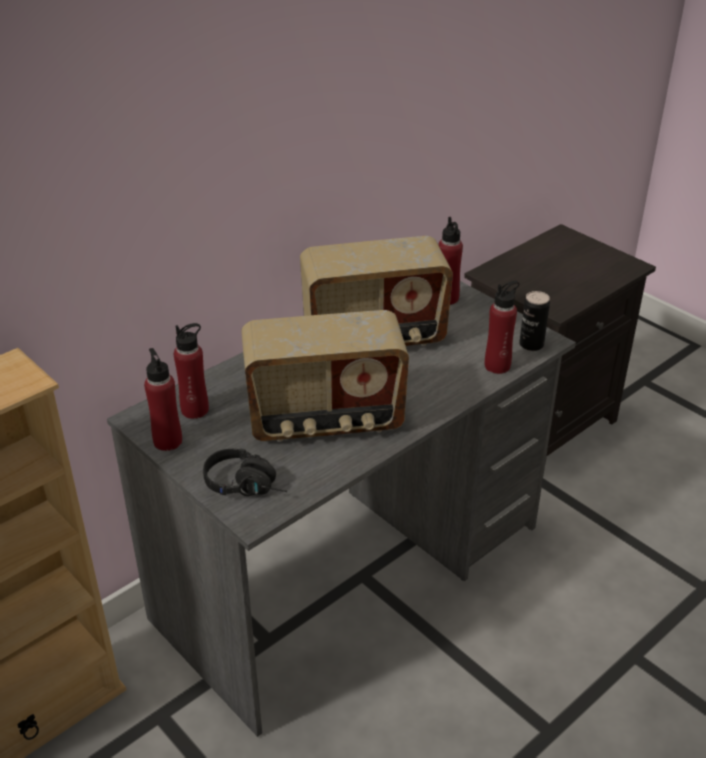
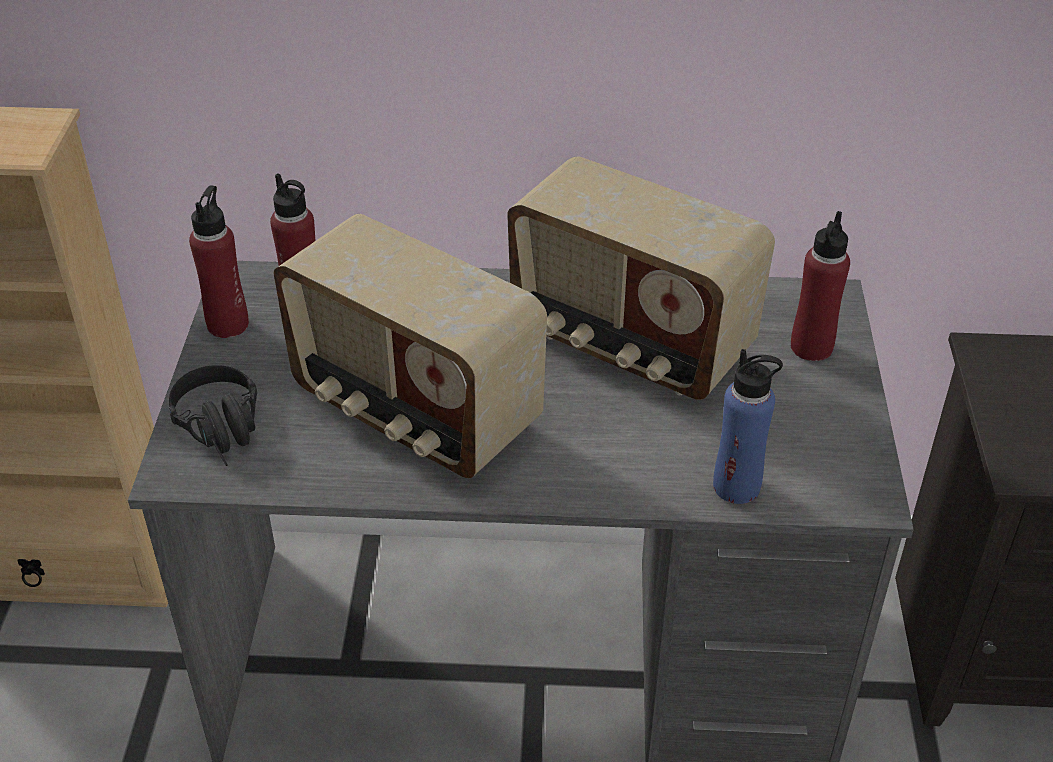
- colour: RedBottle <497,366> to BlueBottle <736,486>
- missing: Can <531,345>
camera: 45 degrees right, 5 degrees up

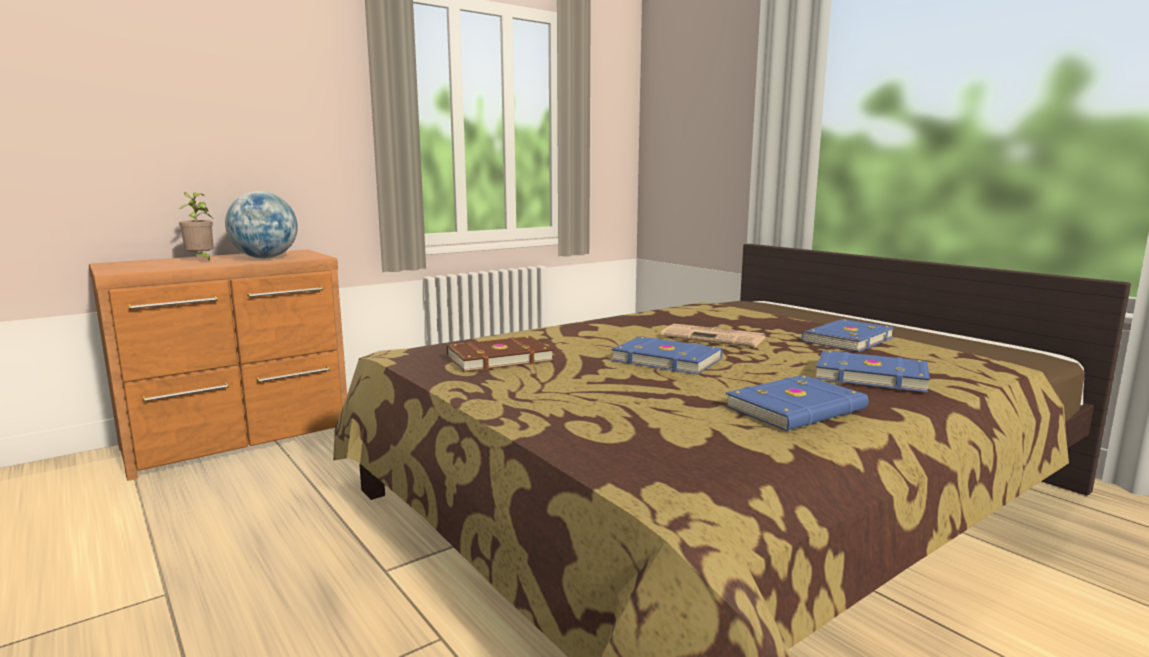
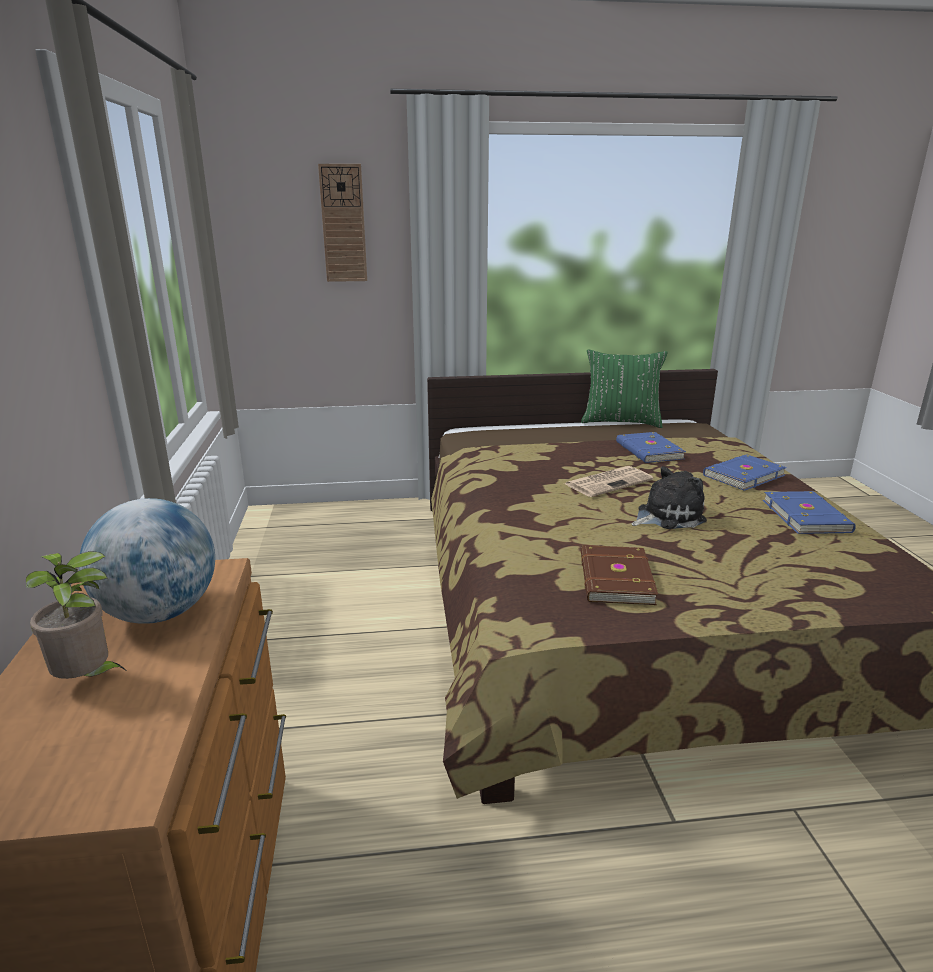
- appeared: WallClock <343,224>
- appeared: GreenPillow <620,422>
- exchanged: BlueBook <666,359> to PlushToy <666,516>
camera: 60 degrees left, 10 degrees up

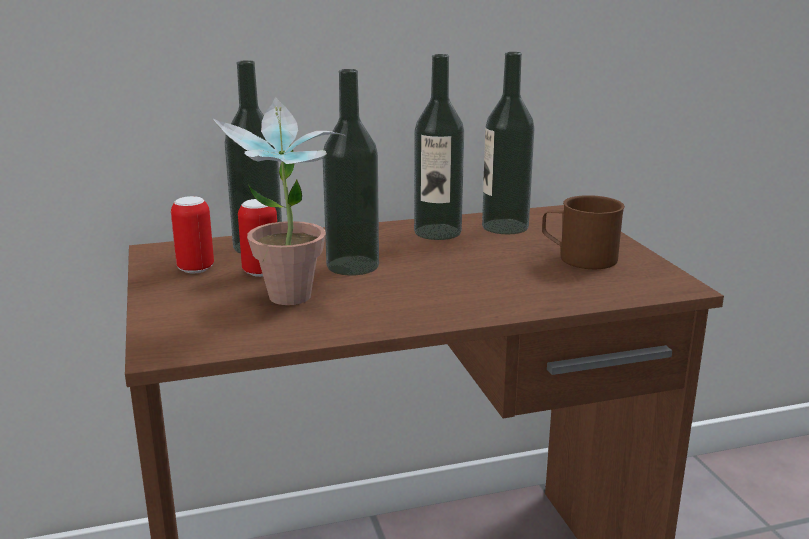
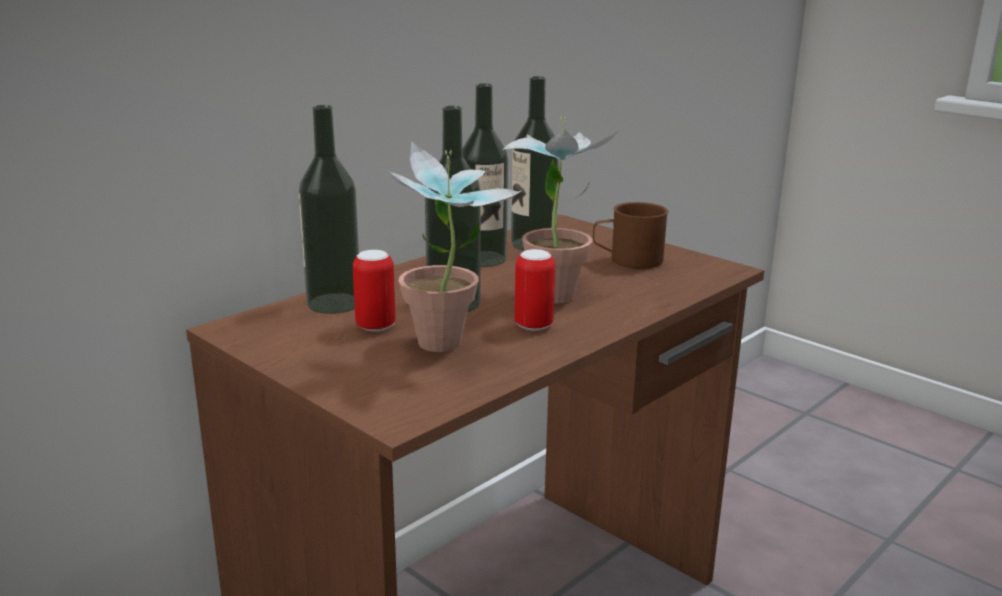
- appeared: PottedPlant <555,290>
- relocated: Can <195,268> to <533,325>
camera: 30 degrees left, 0 degrees up

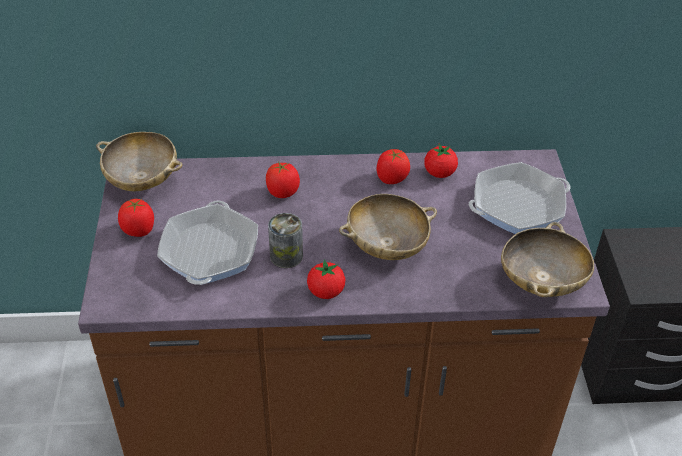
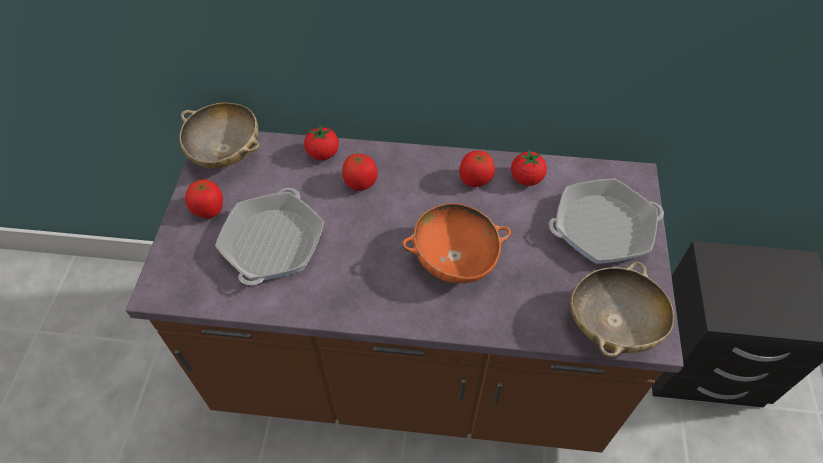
- relocated: Tomato <326,292> to <323,154>
- colour: BeigeBowl <387,245> to OrangeBowl <454,258>
- missing: Can <286,256>
camera: 10 degrees right, 10 degrees up

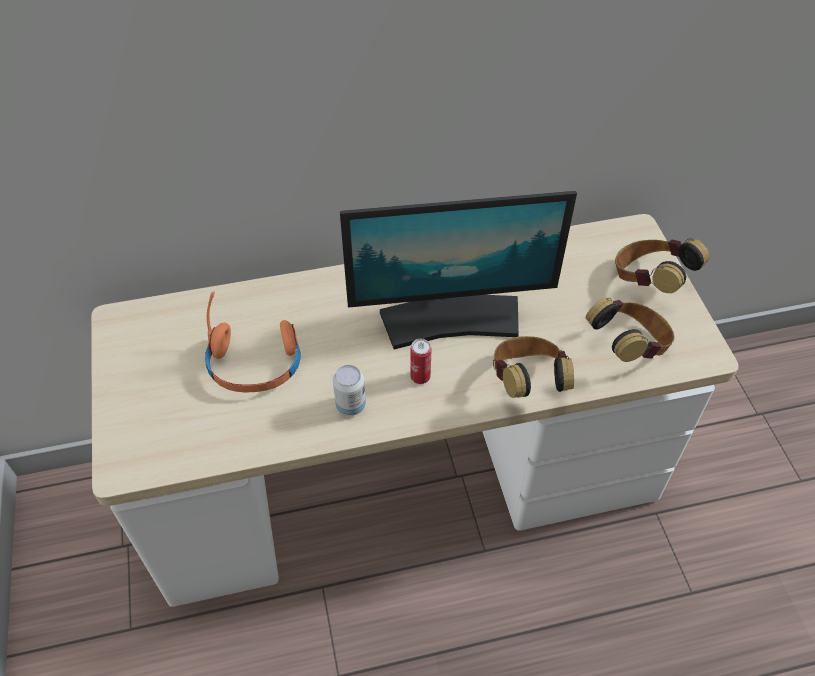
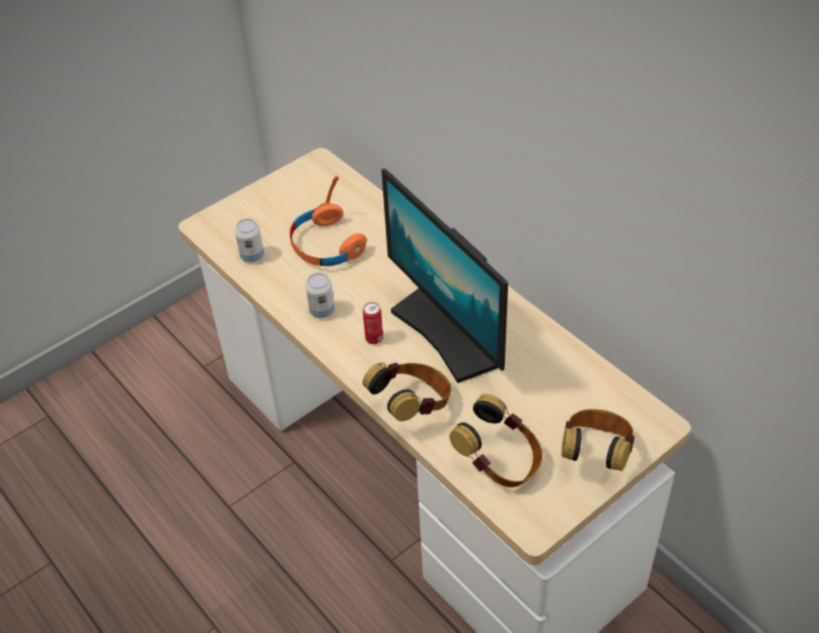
- appeared: Can <252,256>
camera: 65 degrees right, 5 degrees down

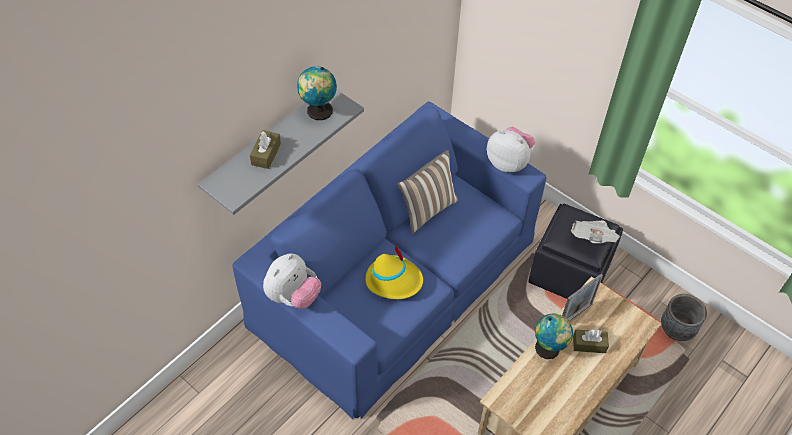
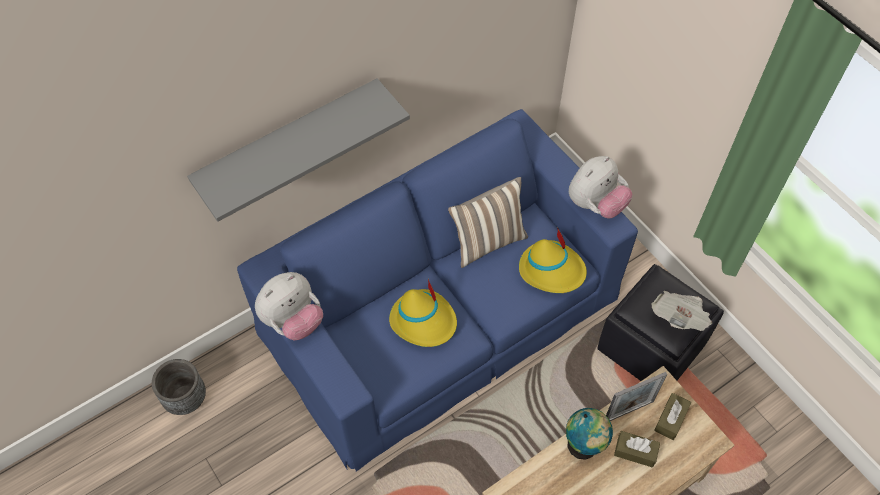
- relocated: GreyPlanter <676,329> to <186,399>
- appeared: YellowHat <552,270>
- spun: PlushToy <509,162> = <595,204> 90 degrees clockwise
- relocated: BrownTissueBox <266,154> to <671,419>
- missing: Globe <318,112>
camera: 15 degrees right, 5 degrees up

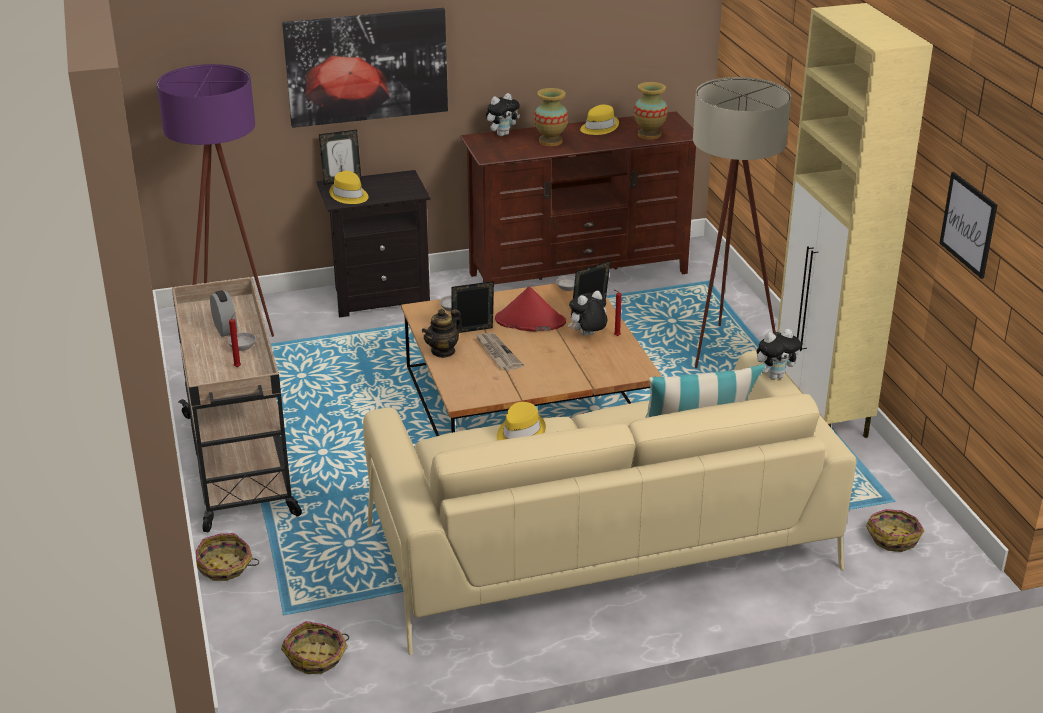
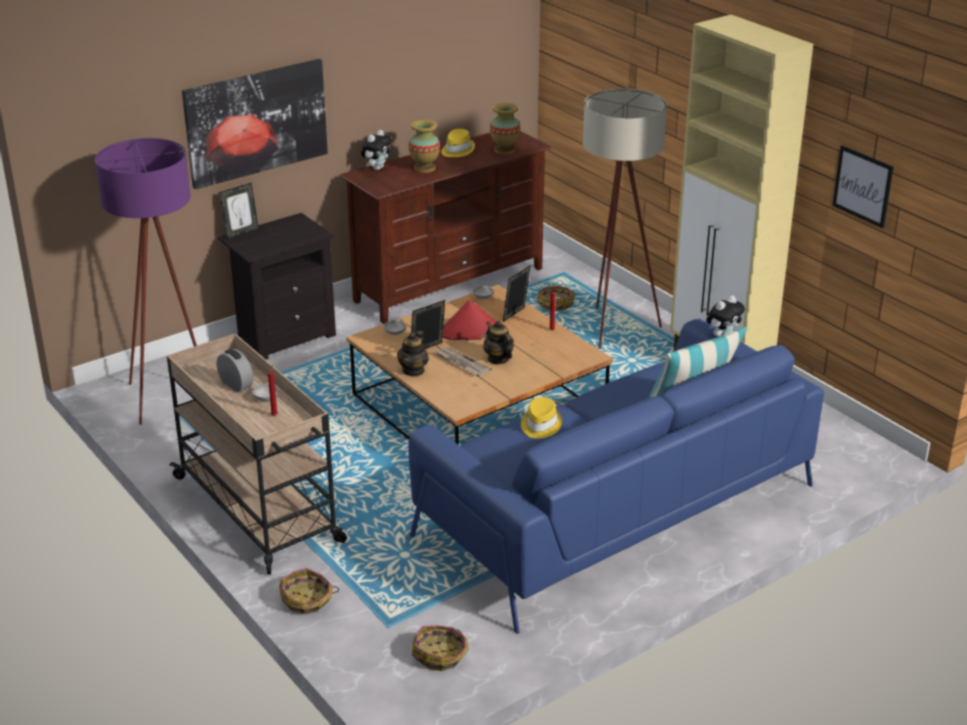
- colour: BeigeSofa <600,546> to BlueSofa <615,510>
- appeared: Teapot <498,359>
- relocated: Basket <893,537> to <555,304>
- missing: YellowHat <349,196>
- missing: PlushToy <587,336>
camera: 20 degrees left, 0 degrees up

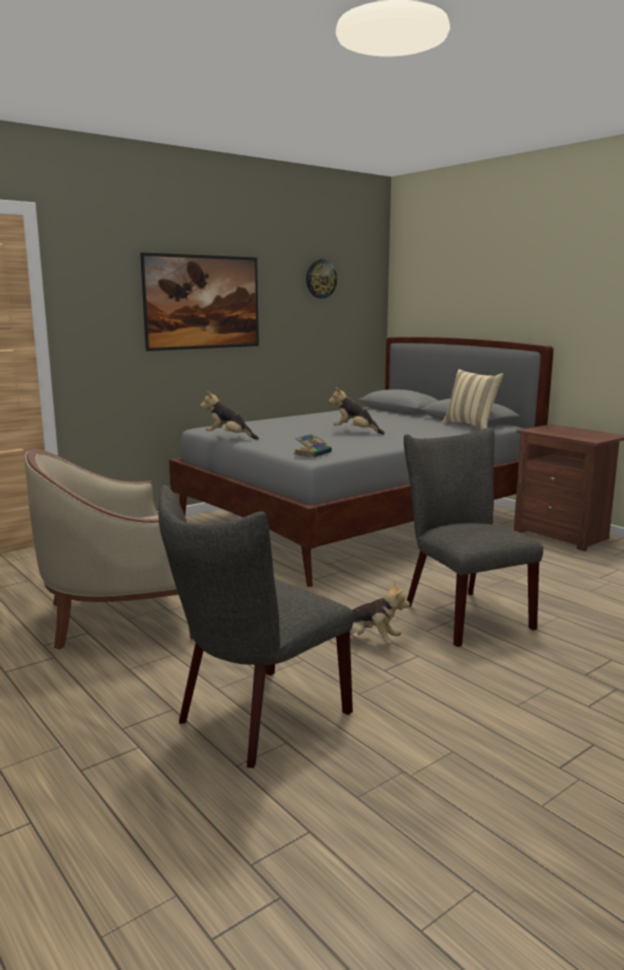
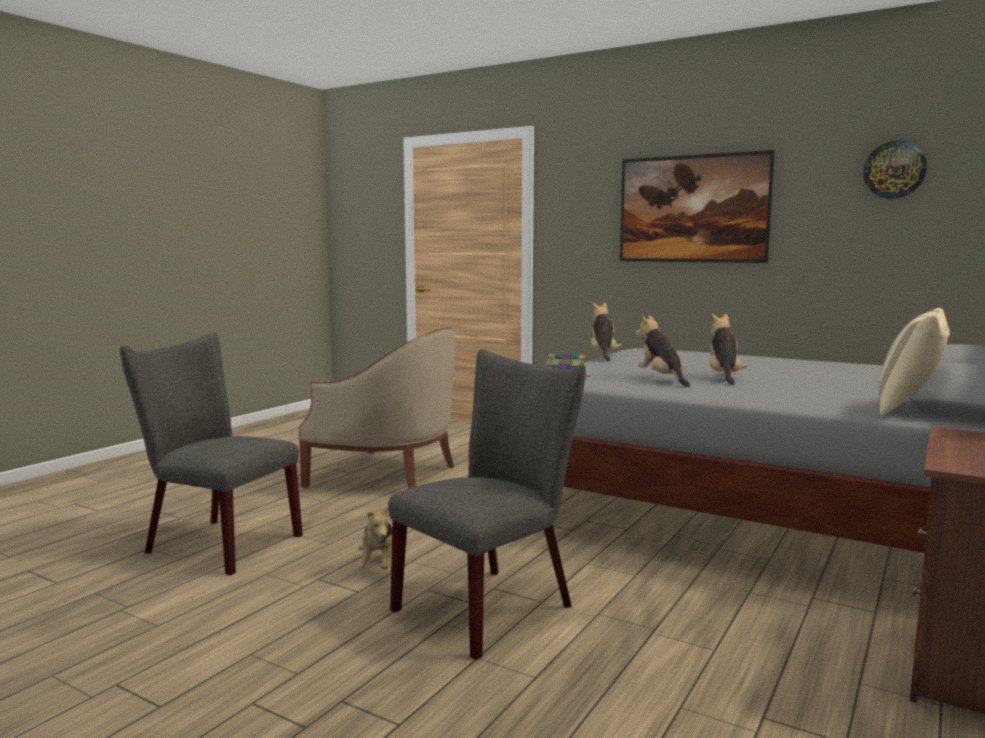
- spun: BeigeArmchair <121,616> = <385,474> 150 degrees clockwise
- appeared: PlushToy <662,379>
camera: 70 degrees right, 5 degrees down

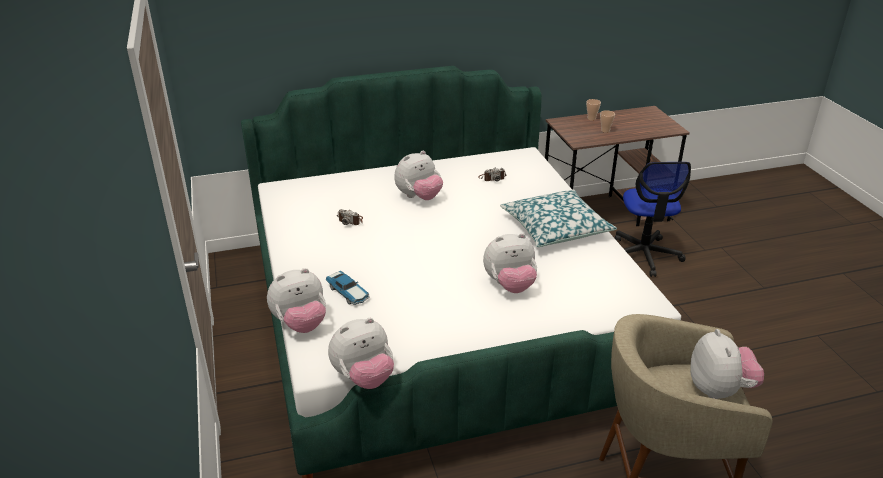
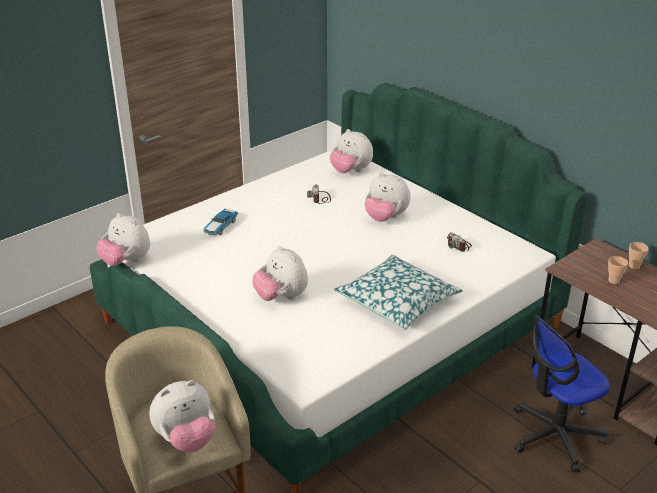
- relocated: PlushToy <301,324> to <351,171>
camera: 65 degrees right, 0 degrees up

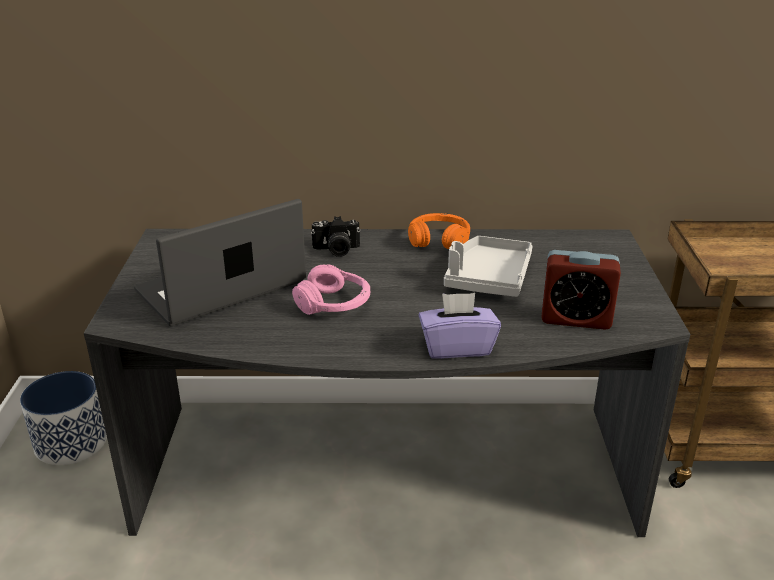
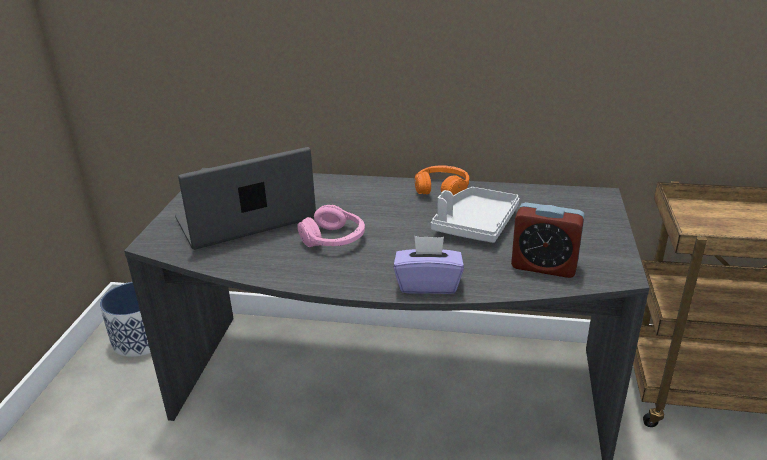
- missing: PhotoCamera <336,250>
camera: 10 degrees right, 0 degrees up

